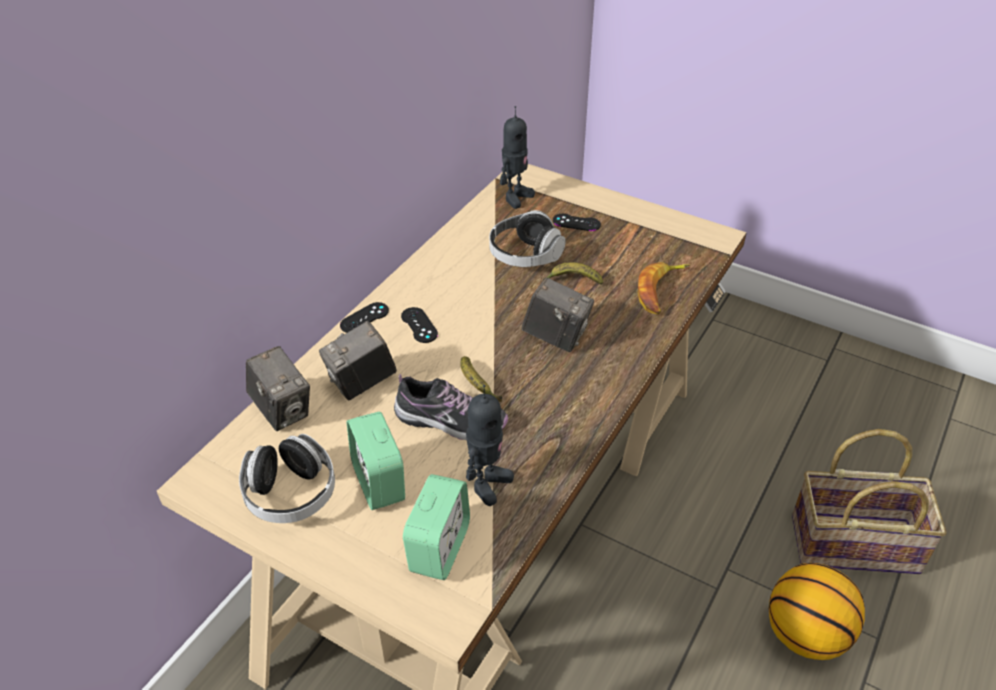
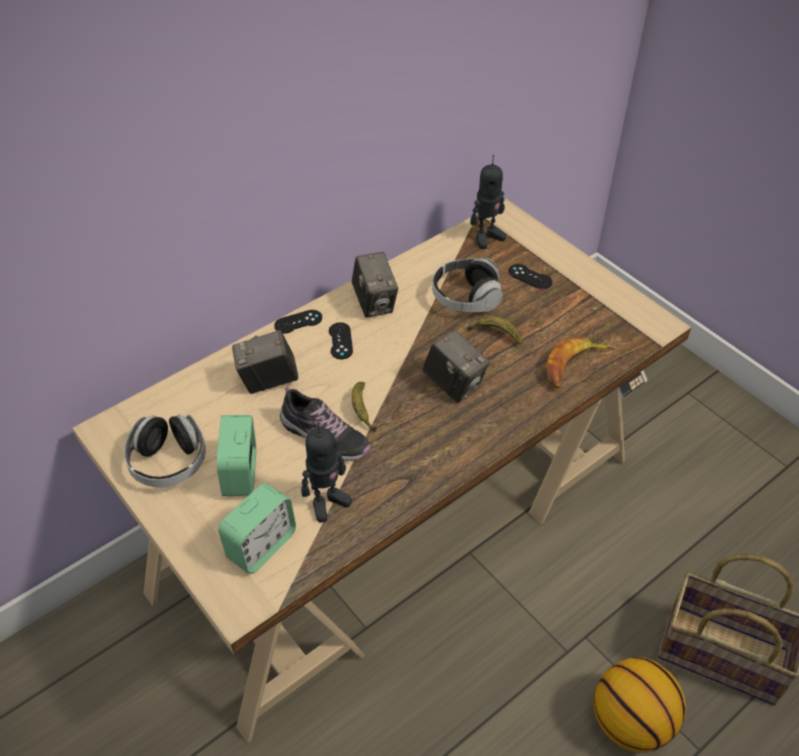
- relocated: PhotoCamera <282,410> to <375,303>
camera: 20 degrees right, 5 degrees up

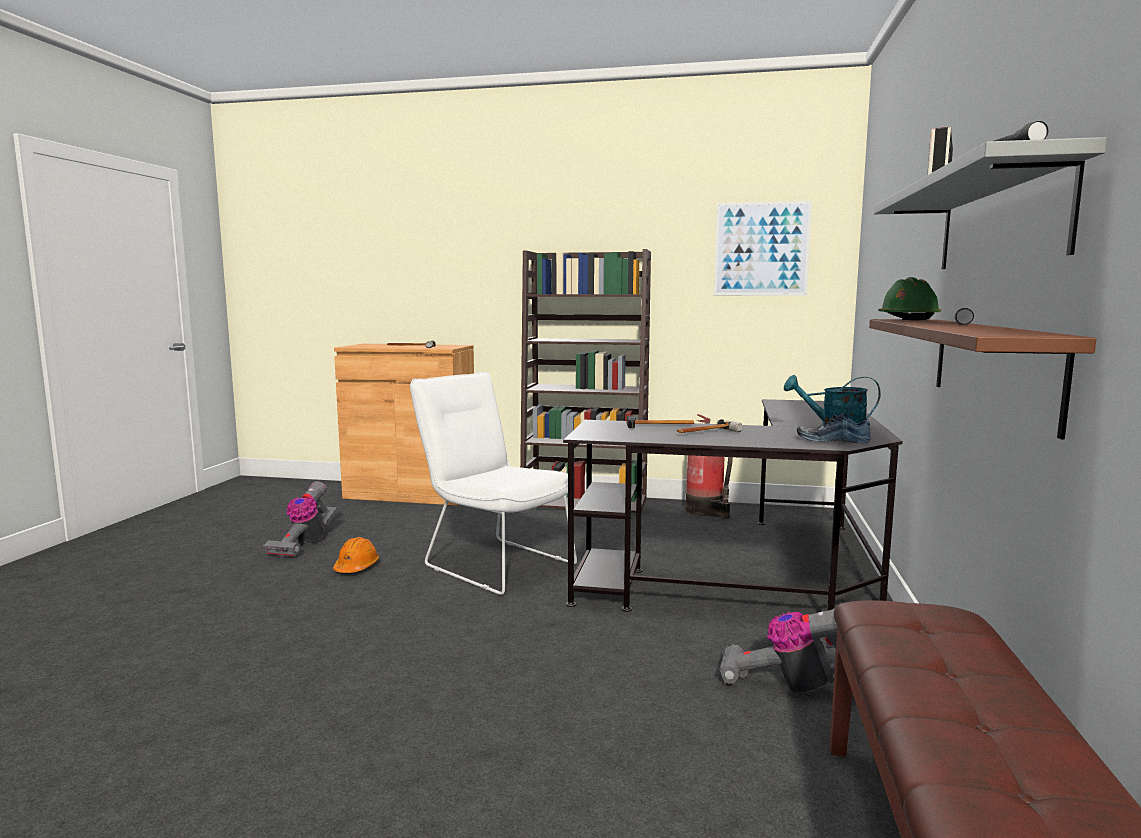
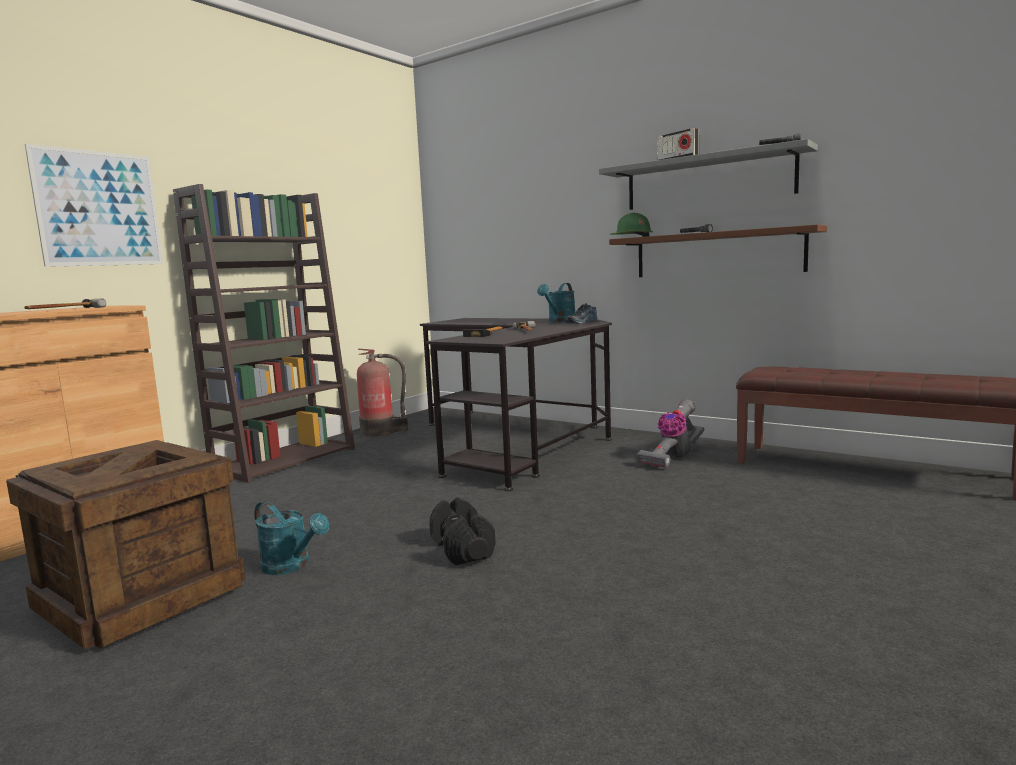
- exchanged: VacuumCleaner <305,544> to Crate <141,597>
- relocated: Picture <761,249> to <99,208>
- exchanged: OrangeHardHat <356,567> to TurquoiseWateringCan <291,566>
- appeared: BlackDumbbell <463,549>
- missing: WhiteChair <493,562>
camera: 65 degrees left, 0 degrees up

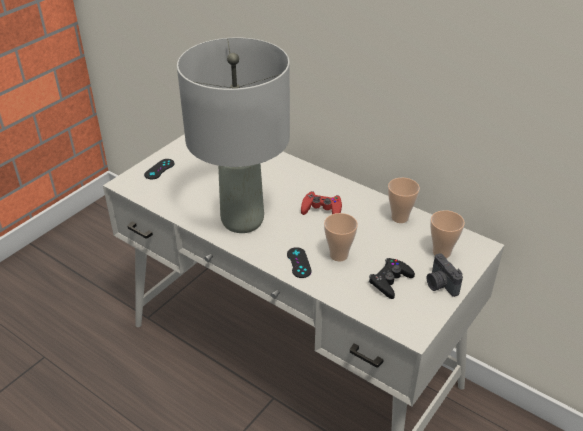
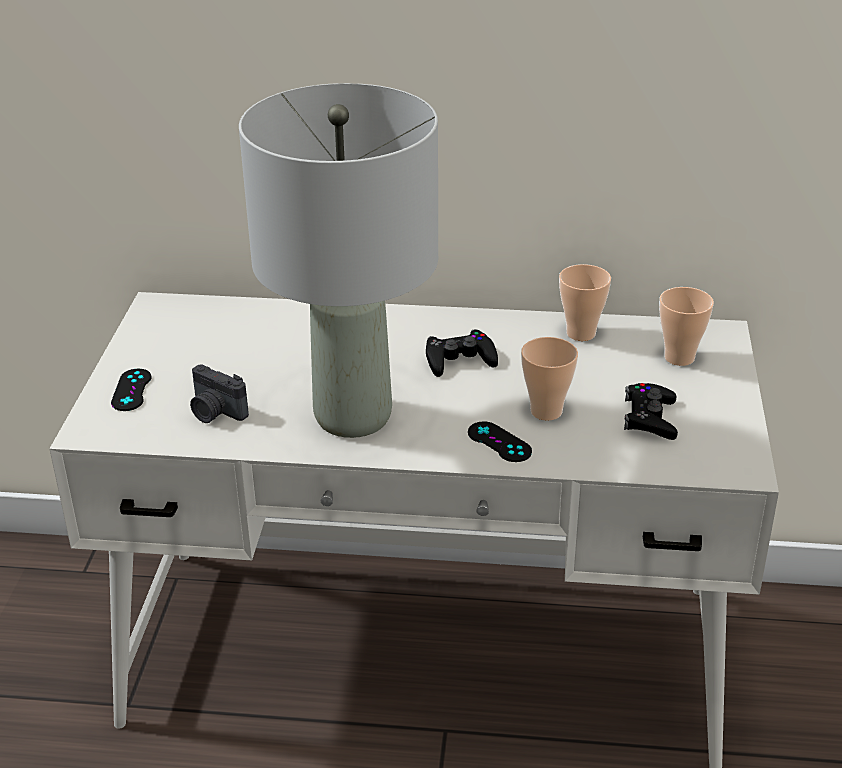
- relocated: PhotoCamera <440,285> to <215,412>
- colour: RedGameController <322,209> to BlackGameController <459,360>
camera: 30 degrees left, 5 degrees down

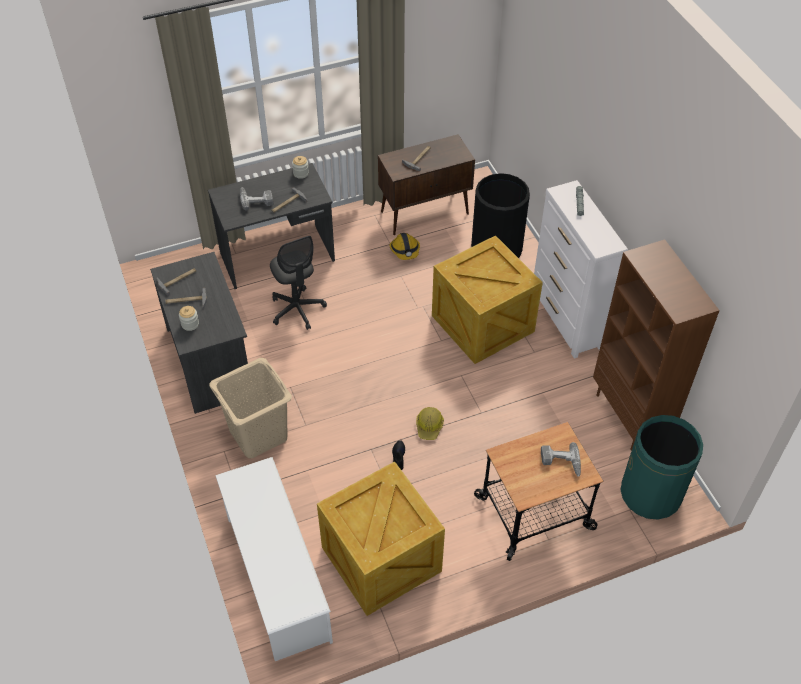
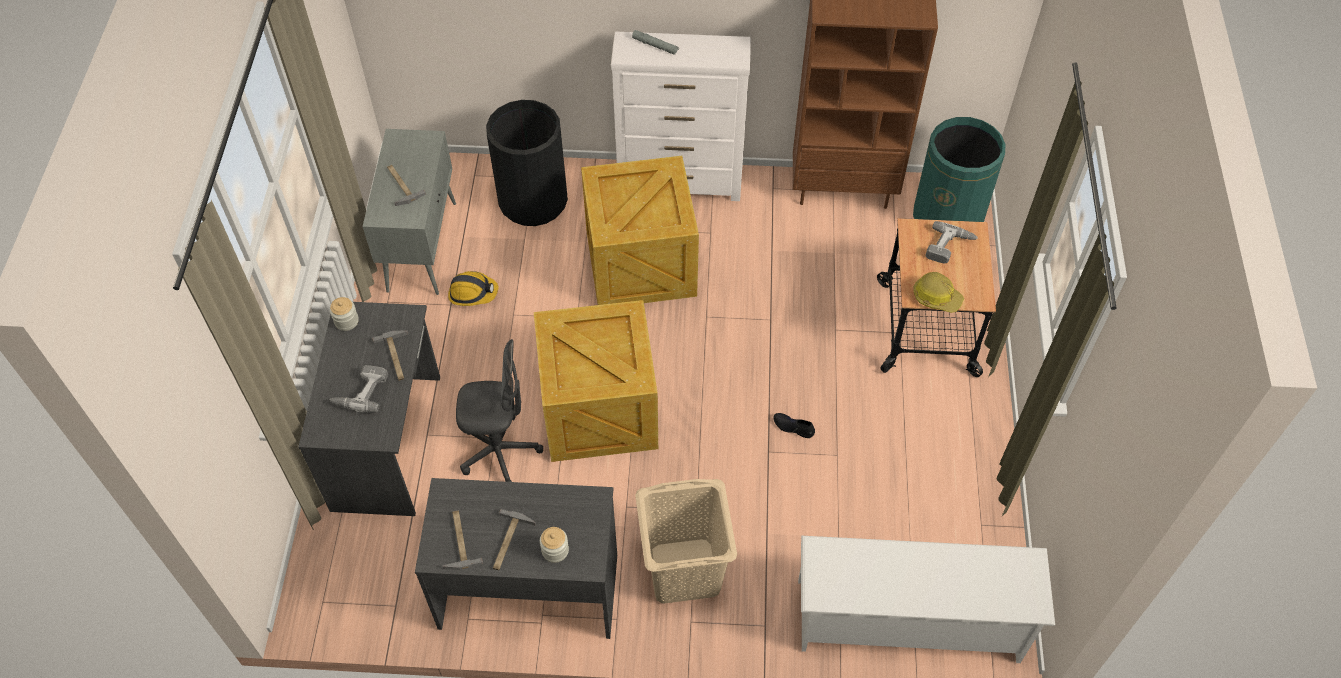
- colour: BrownCabinet <425,213> to GreyCabinet <422,246>
- relocated: Crate <381,561> to <601,410>
- relocated: HardHat <429,426> to <936,297>
camera: 65 degrees left, 5 degrees up

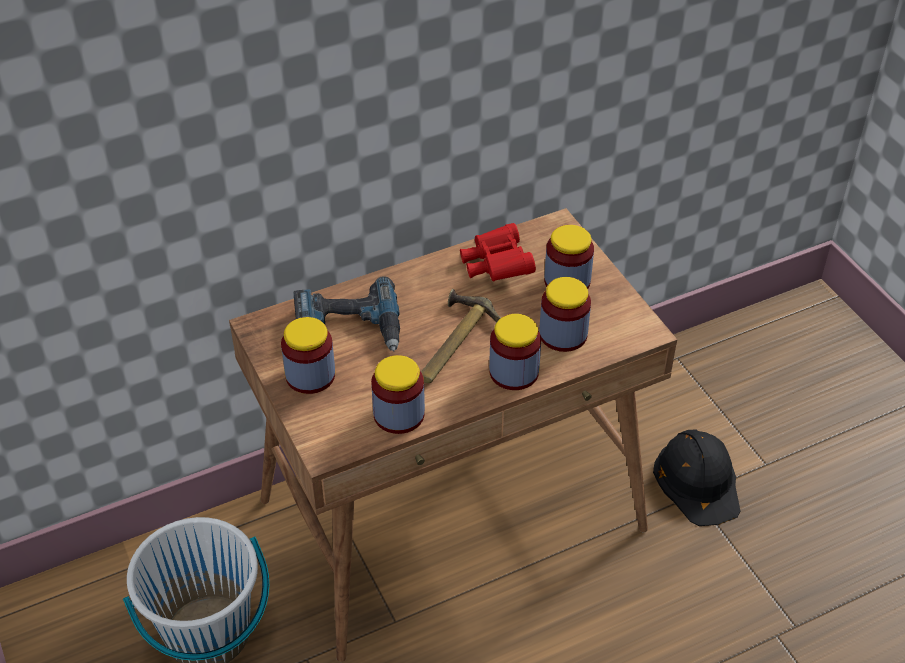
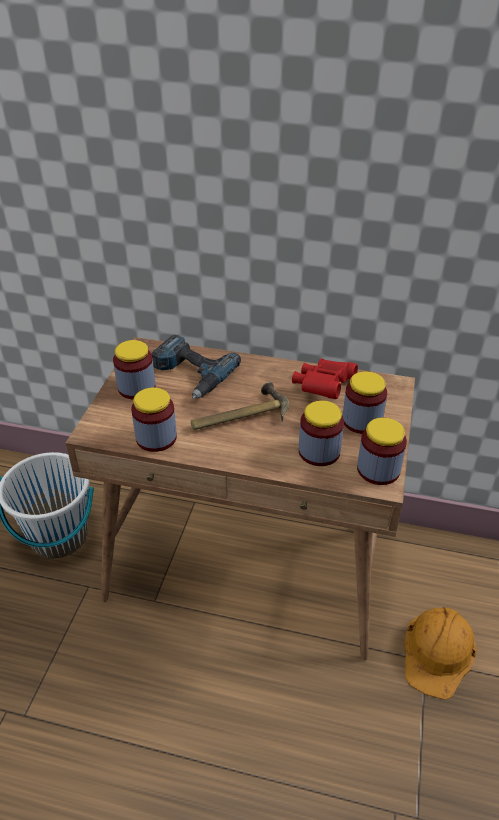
- relocated: Jar <514,372> to <378,469>
- colour: BlackHardHat <698,480> to OrangeHardHat <438,652>
camera: 40 degrees right, 5 degrees down

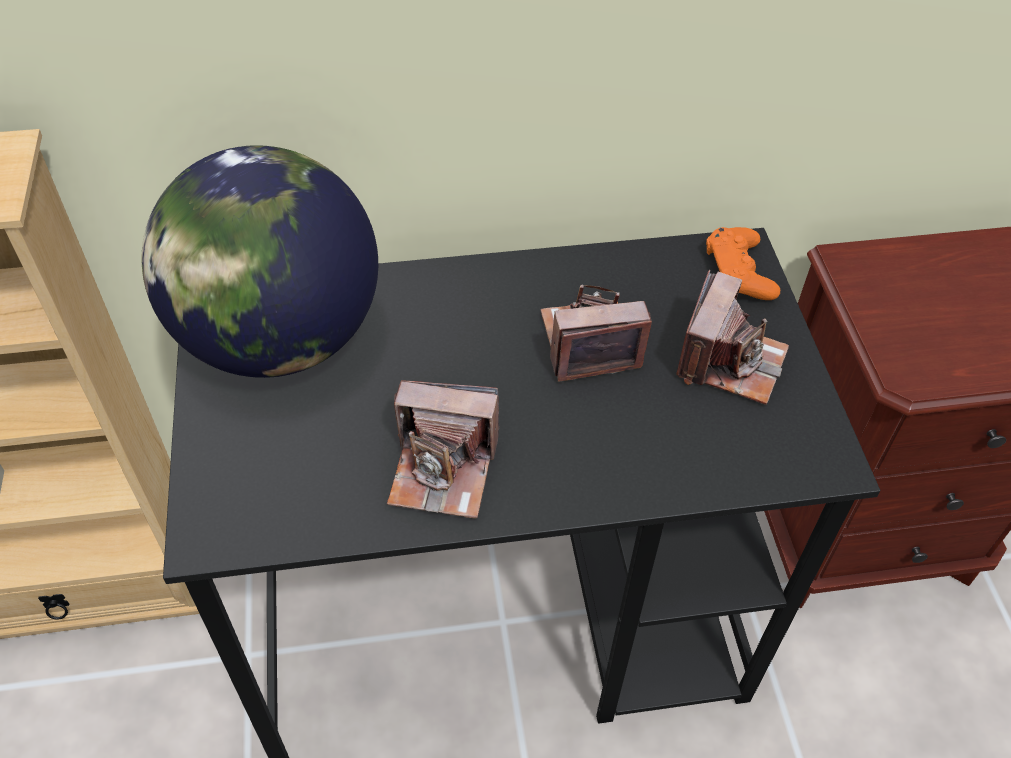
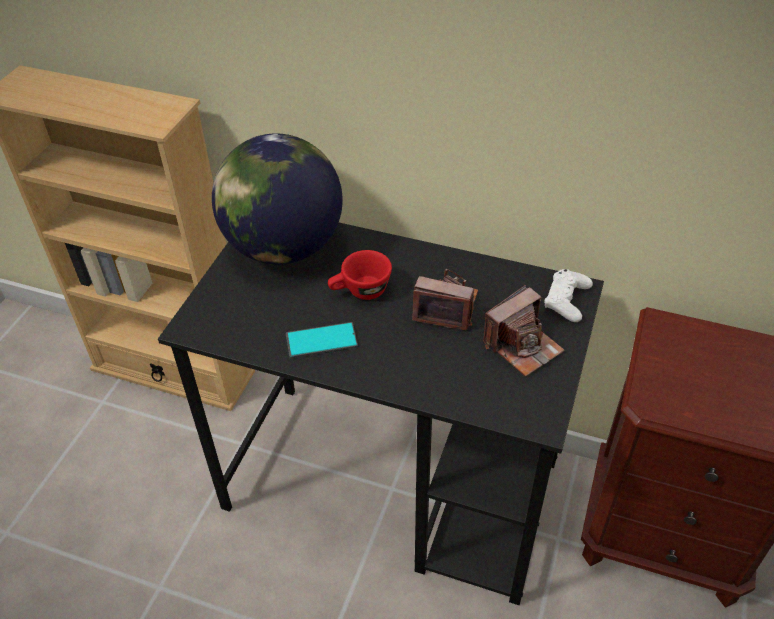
- exchanged: PhotoCamera <443,469> to Phone <321,341>
- appeared: RedCup <360,292>
- colour: OrangeGameController <739,272> to WhiteGameController <566,300>
camera: 30 degrees right, 5 degrees down

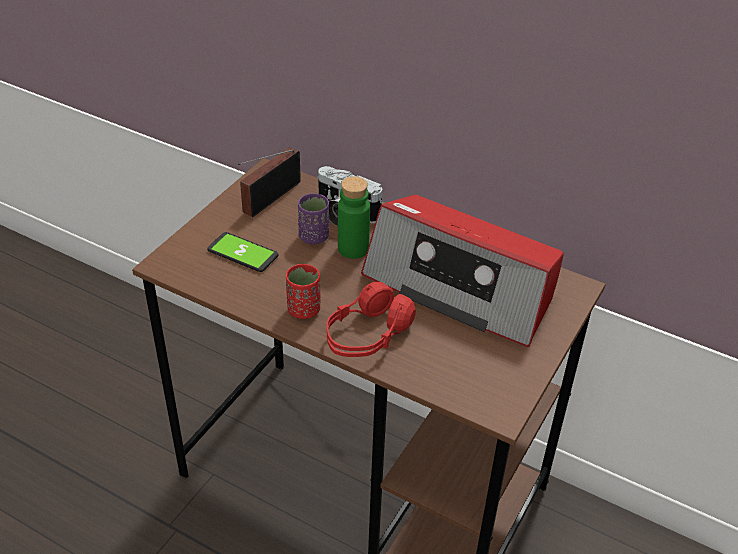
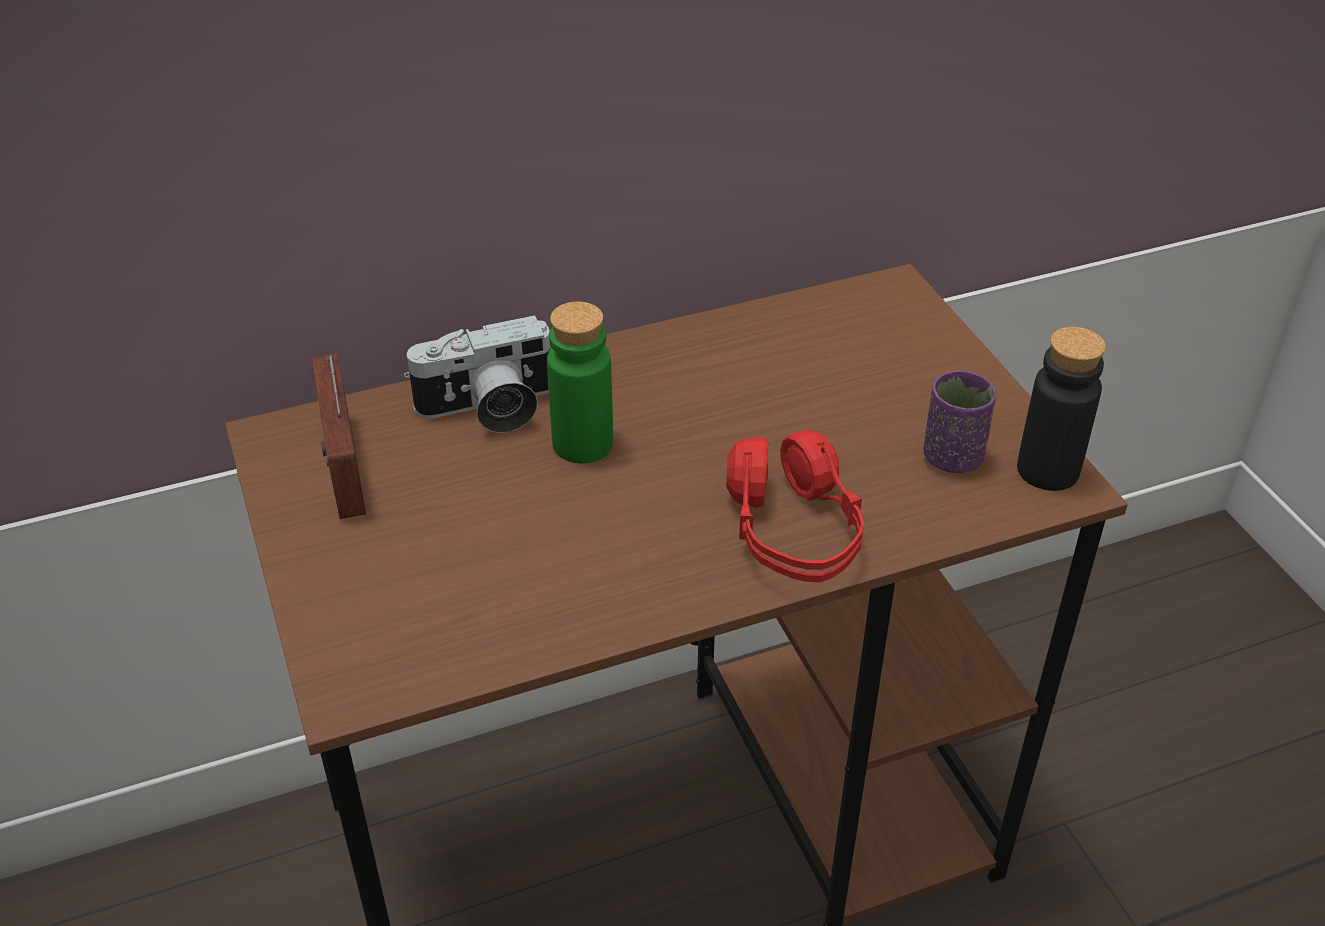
- relocated: PurpleCup <314,237> to <952,457>
- appeared: BlackBottle <1048,470>
- missing: Phone <243,253>
- missing: RedCup <304,310>
- missing: Radio <461,286>
camera: 50 degrees left, 0 degrees up

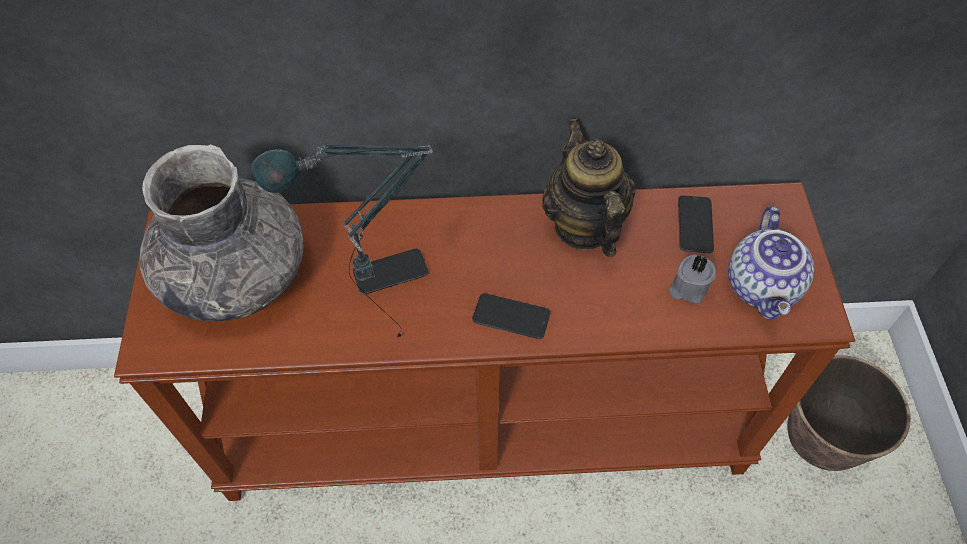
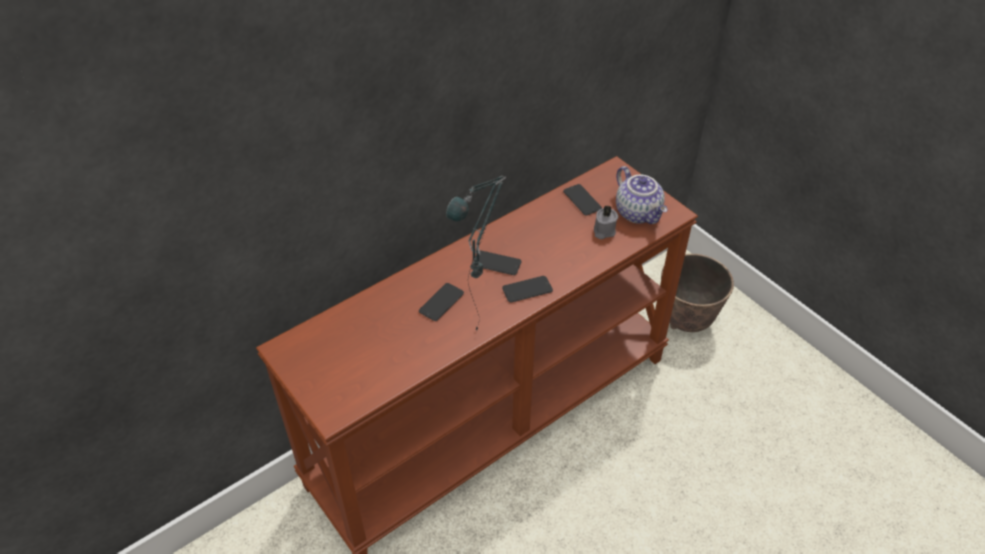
- appeared: Phone <496,263>
- missing: GreyVase <235,275>
- missing: Teapot <583,226>
camera: 35 degrees left, 10 degrees down

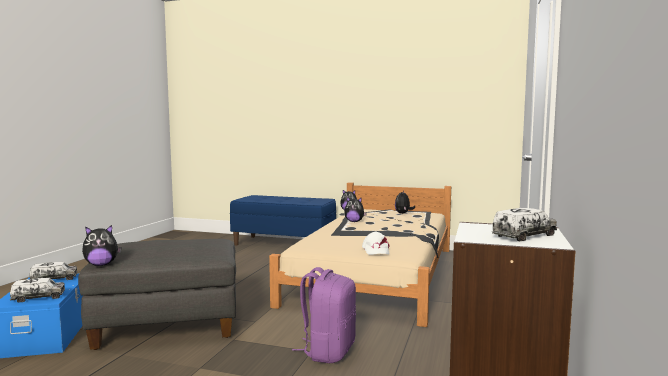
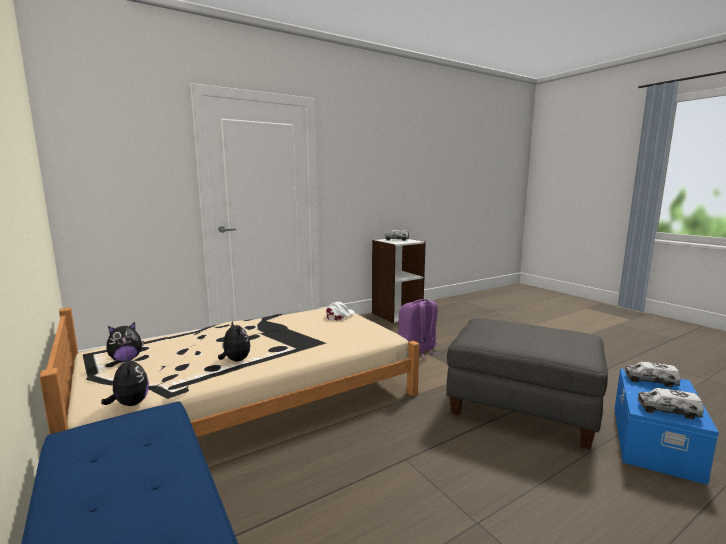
- missing: PlushToy <101,265>
camera: 140 degrees left, 5 degrees up

